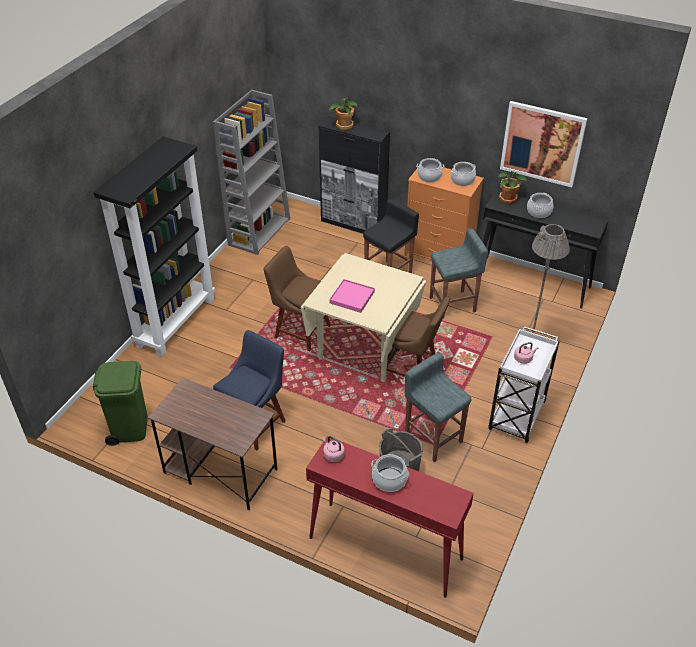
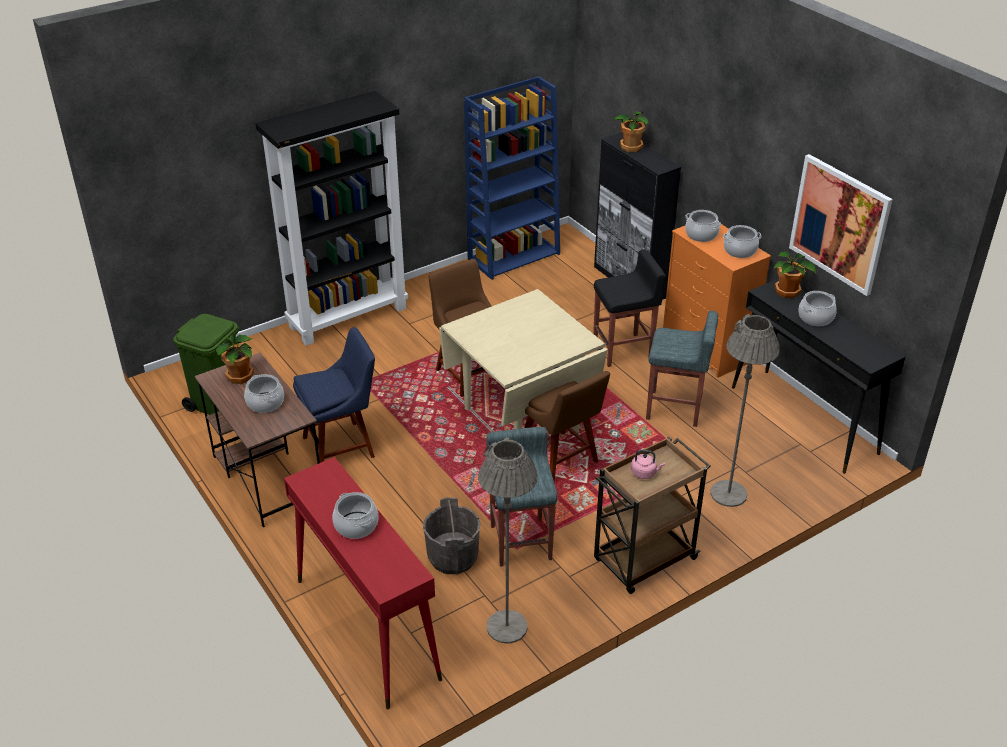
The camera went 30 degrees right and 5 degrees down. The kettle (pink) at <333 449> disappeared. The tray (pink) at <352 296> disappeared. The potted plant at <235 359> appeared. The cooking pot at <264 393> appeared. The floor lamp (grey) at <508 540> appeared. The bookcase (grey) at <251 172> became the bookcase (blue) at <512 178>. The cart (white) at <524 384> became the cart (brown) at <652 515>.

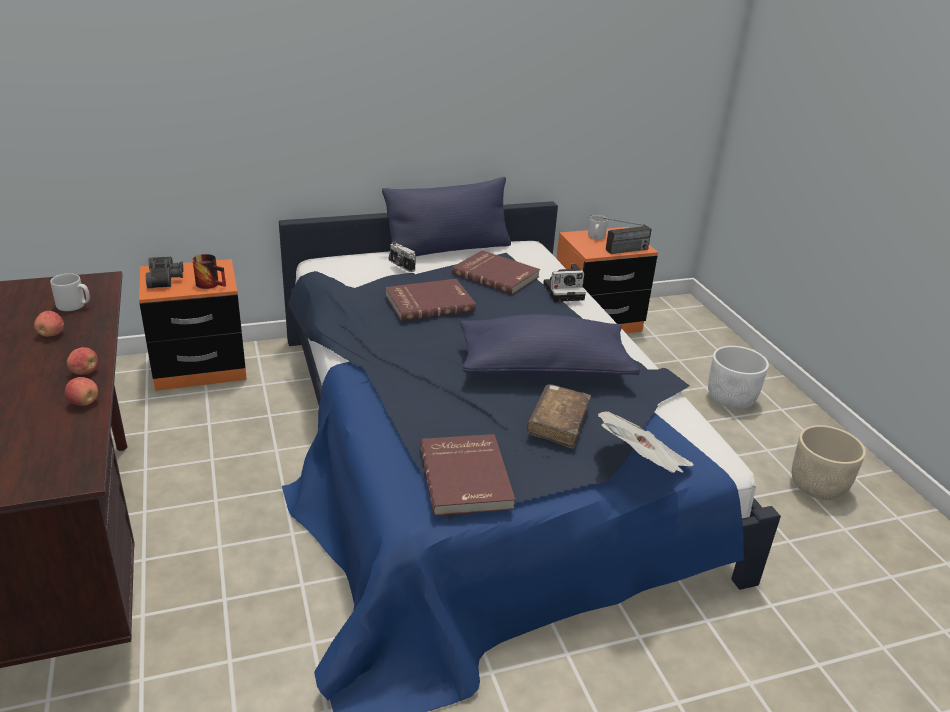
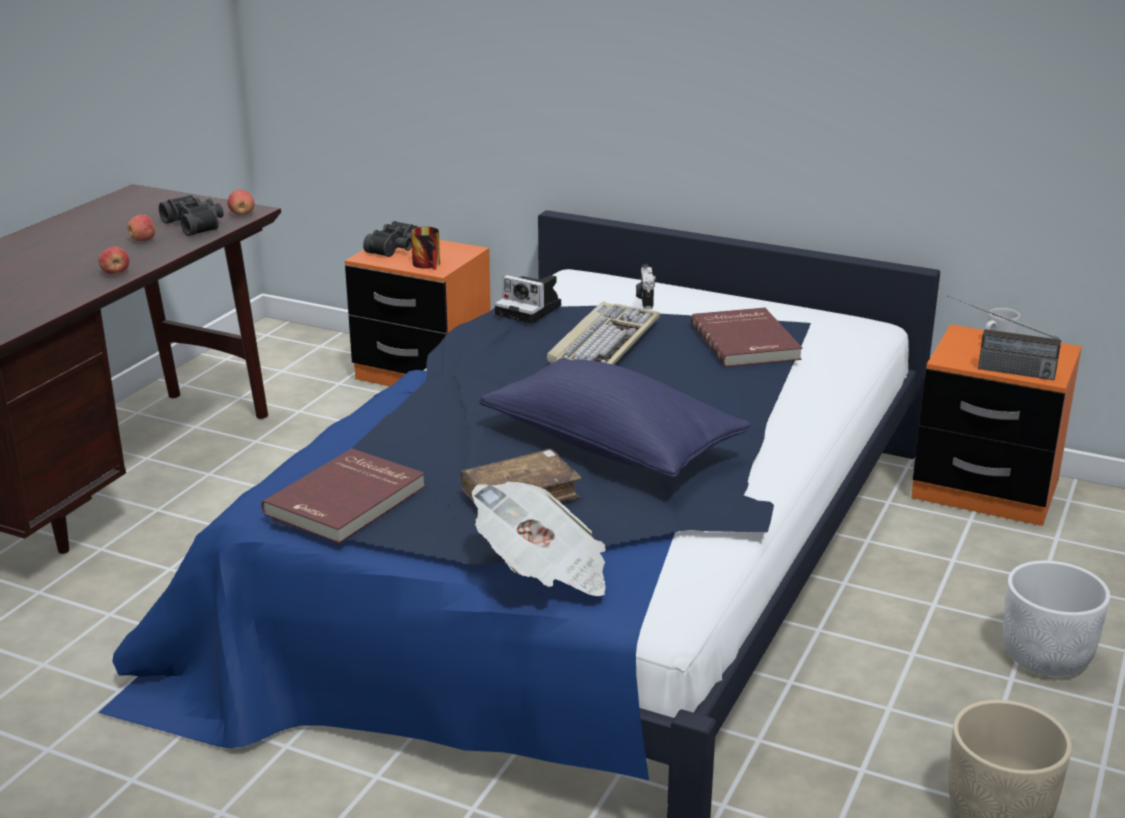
The camera went 45 degrees right and 5 degrees down. The pillow (blue) at <446 219> disappeared. The apple moved from <81 391> to <241 202>. The photo camera moved from <564 282> to <528 299>. The mug (grey) at <70 292> was replaced by the binoculars (black) at <191 215>. The book (red) at <430 300> was replaced by the keyboard at <603 333>.

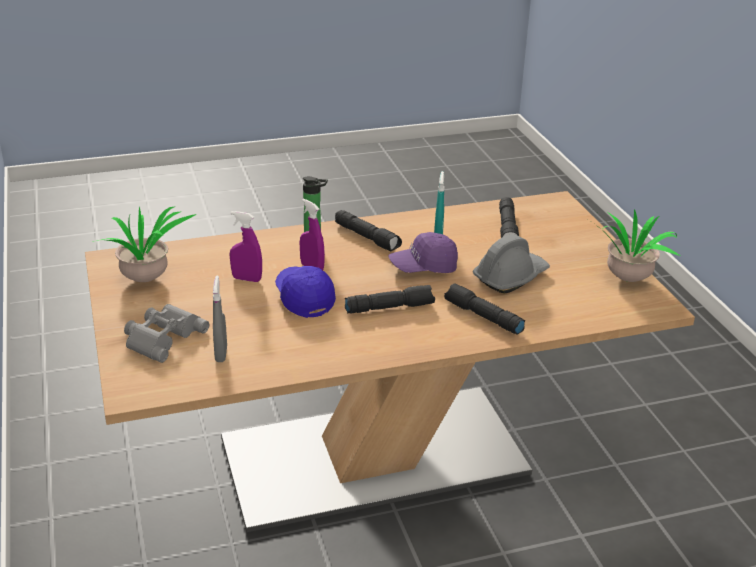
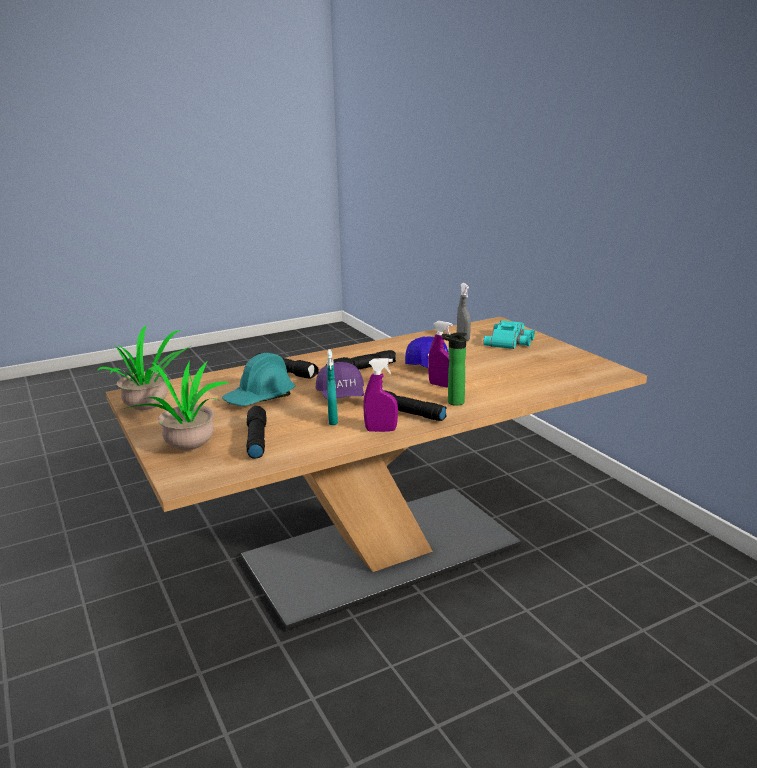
The camera went 170 degrees right and 10 degrees down. The potted plant moved from <144 244> to <176 405>. The spray bottle (purple) moved from <246 246> to <381 395>. The binoculars (grey) at <166 333> became the binoculars (turquoise) at <509 334>. The hard hat (grey) at <511 264> became the hard hat (turquoise) at <258 379>. The cap (purple) at <423 252> turned 105 degrees clockwise.

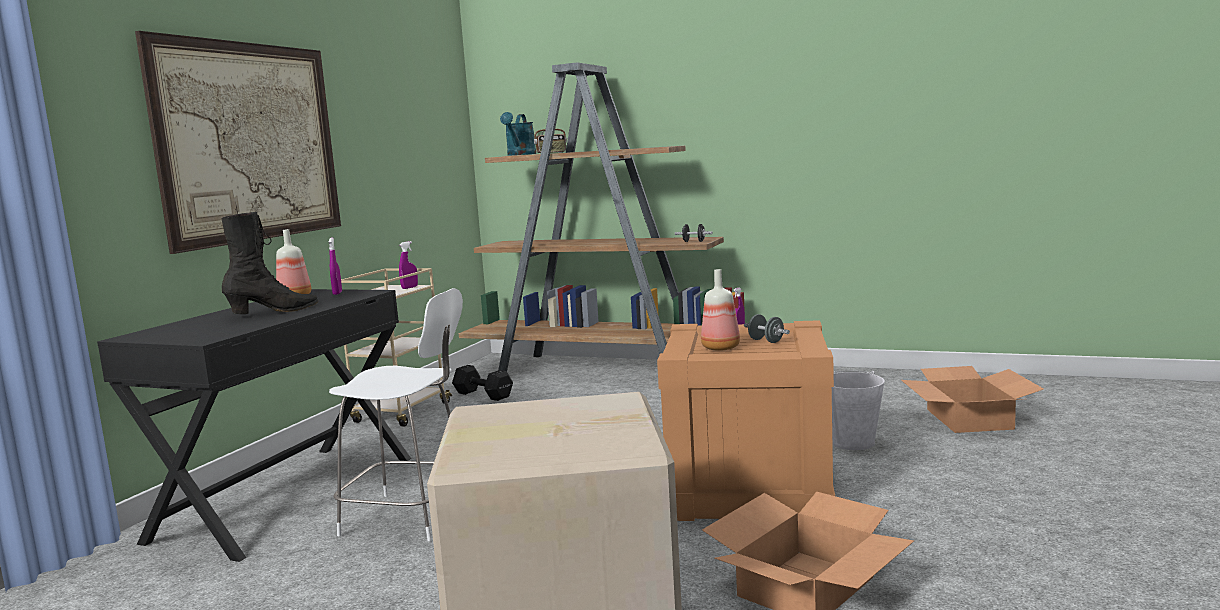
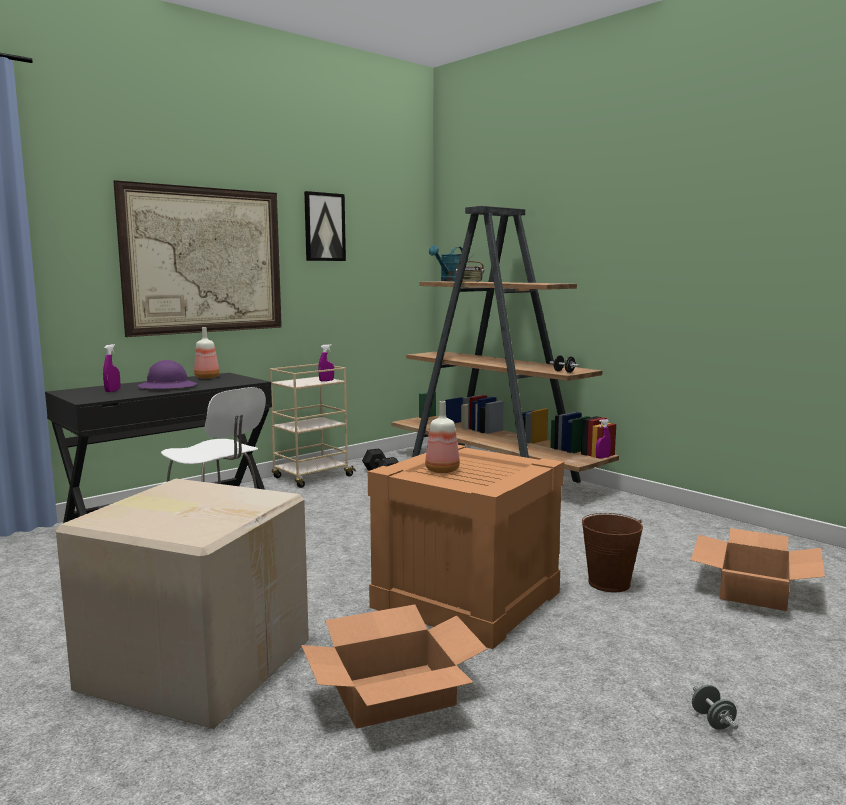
The camera went 25 degrees right and 0 degrees up. The picture at <325 226> appeared. The spray bottle (purple) moved from <335 266> to <111 368>. The dumbbell (grey) moved from <767 328> to <715 707>. The boot (black) at <270 263> was replaced by the hard hat (purple) at <167 375>. The bucket (white) at <858 410> became the bucket (brown) at <612 552>.

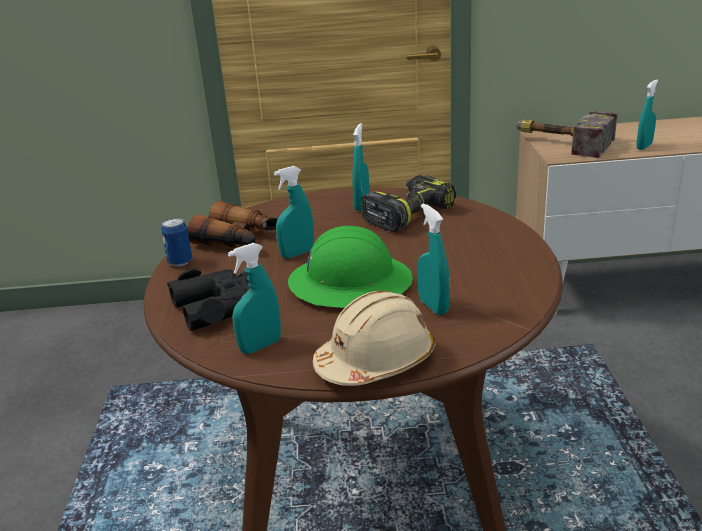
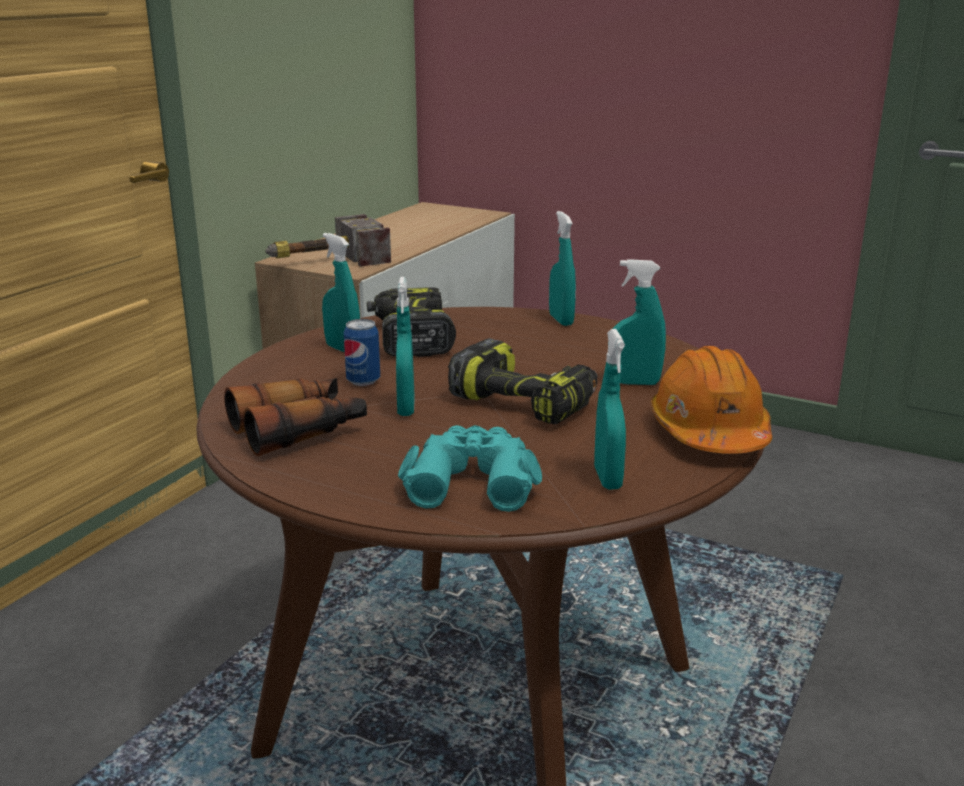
The camera went 60 degrees left and 5 degrees down. The can moved from <176 242> to <362 352>. The spray bottle (turquoise) moved from <647 114> to <562 268>. The hard hat (green) at <350 267> was replaced by the power drill at <523 381>. The binoculars (black) at <208 300> became the binoculars (turquoise) at <470 468>. The hard hat (beige) at <374 338> became the hard hat (orange) at <711 400>.

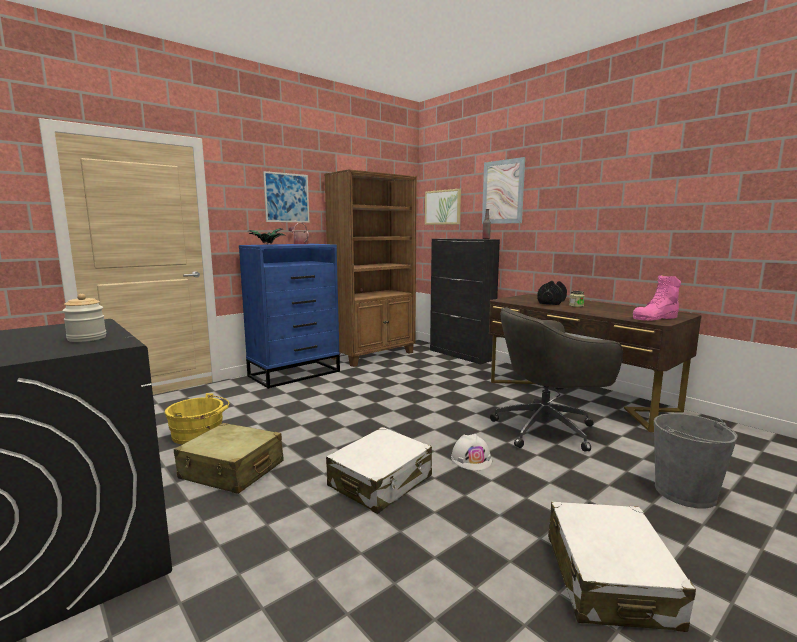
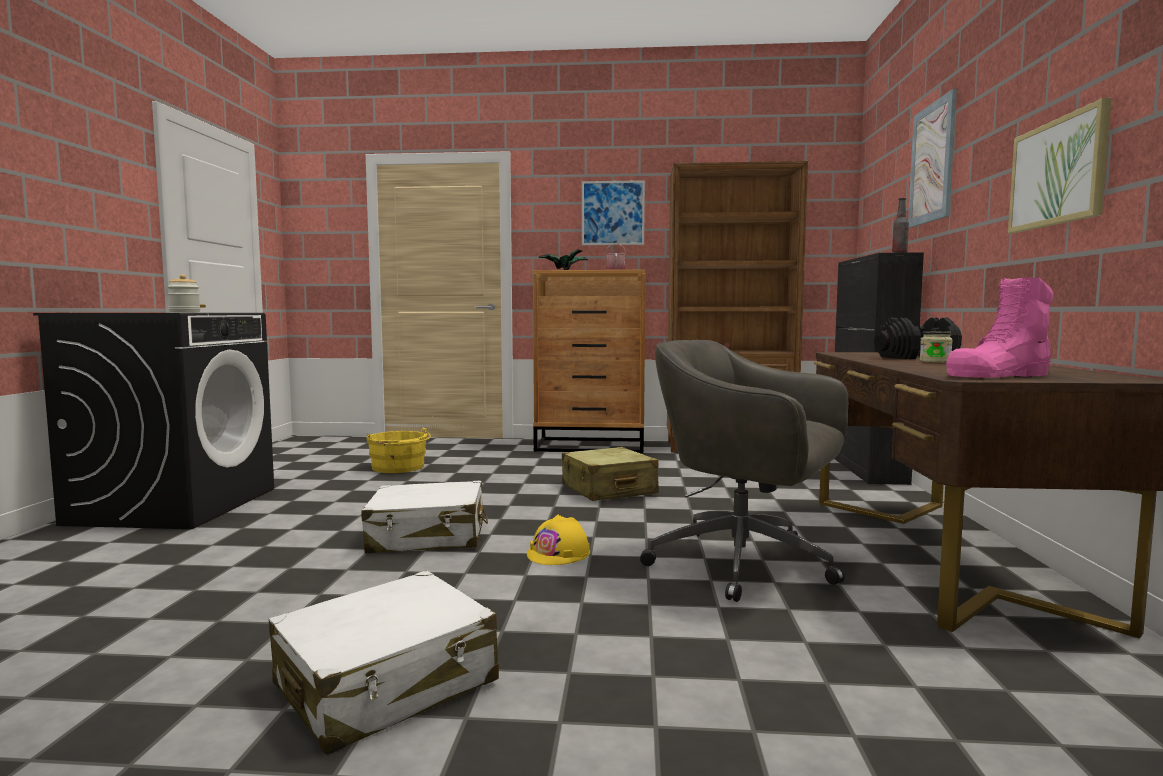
The camera went 45 degrees right and 5 degrees down. The bucket (grey) at <695 461> disappeared. The suitcase (beige) moved from <229 458> to <610 474>. The picture moved from <443 207> to <1060 165>. The dresser (blue) at <289 316> became the dresser (brown) at <589 361>. The hard hat (white) at <471 452> became the hard hat (yellow) at <558 540>. The boot (pink) at <657 298> turned 45 degrees counterclockwise.

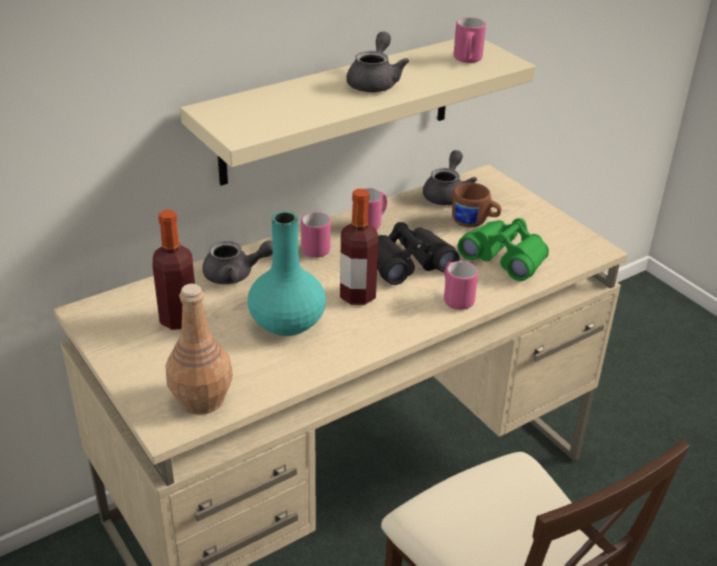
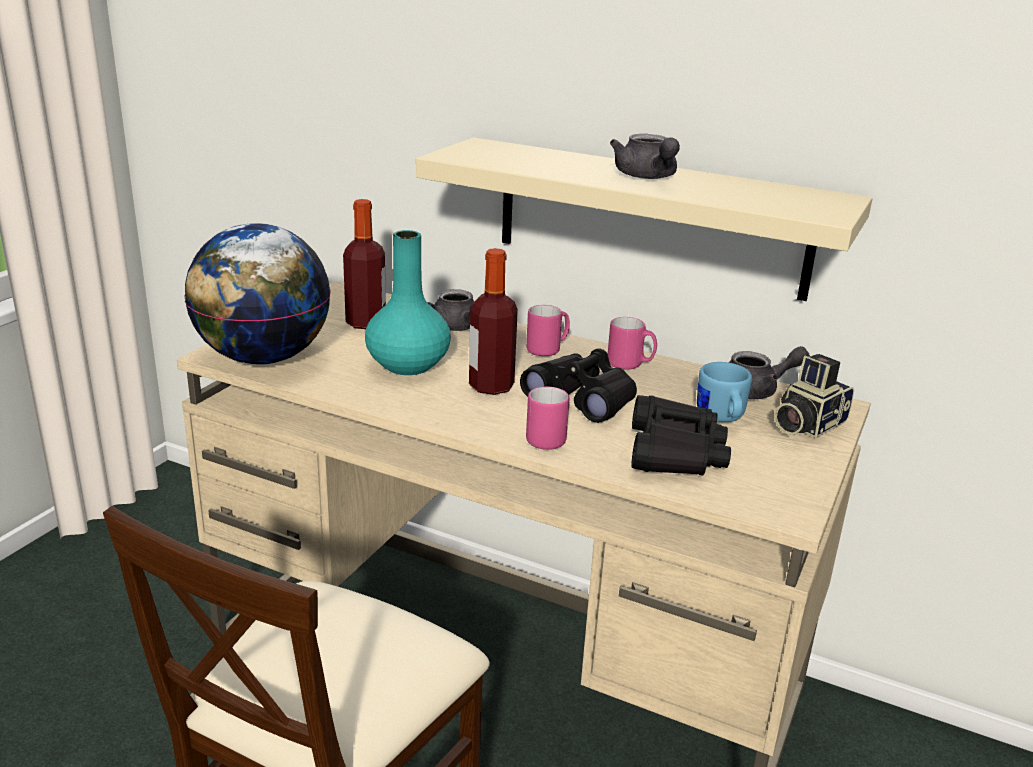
The camera went 60 degrees right and 10 degrees down. The mug (pink) at <470 40> disappeared. The photo camera at <814 396> appeared. The bottle (brown) at <199 349> was replaced by the globe at <258 293>. The mug (brown) at <476 205> became the mug (blue) at <724 392>. The binoculars (green) at <503 249> became the binoculars (black) at <681 435>. The teapot (grey) at <377 61> turned 90 degrees clockwise.

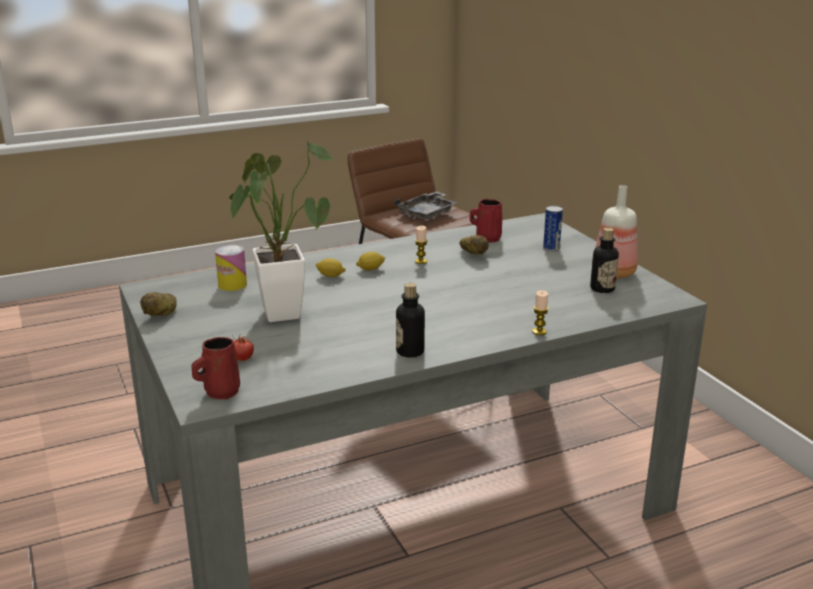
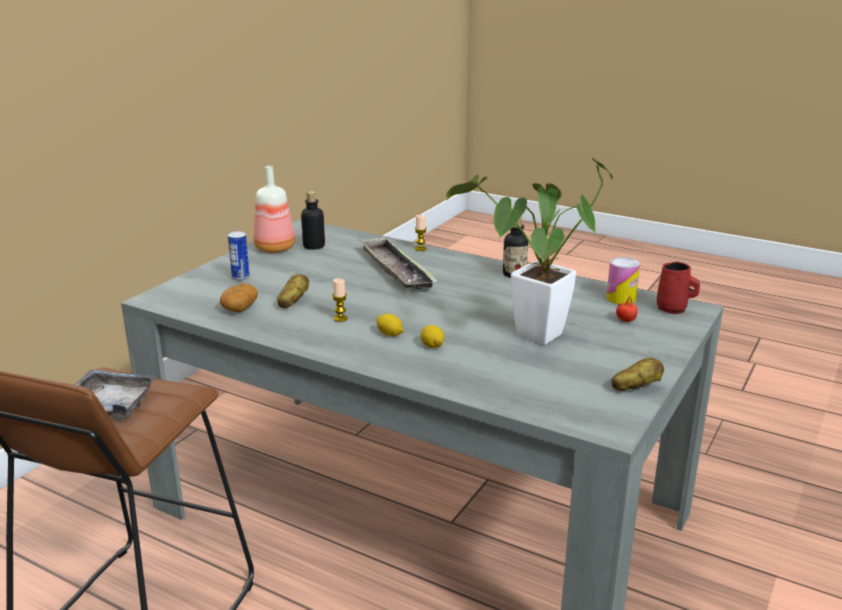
The camera went 125 degrees left and 0 degrees up. The tray at <398 263> appeared. The can moved from <231 268> to <623 280>. The mug (red) at <486 221> was replaced by the potato at <239 297>.

